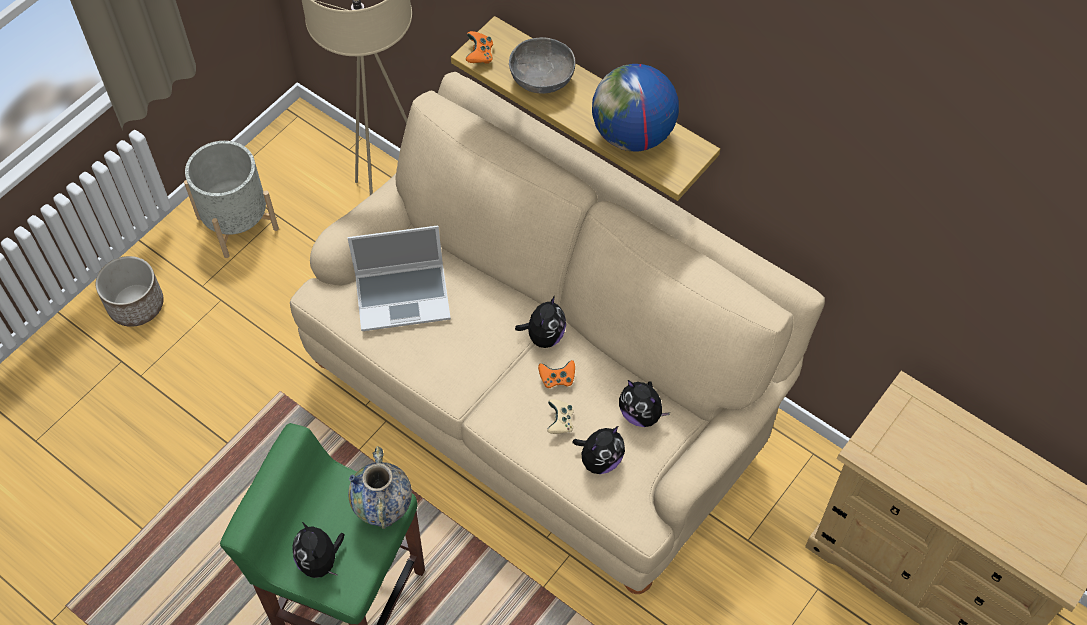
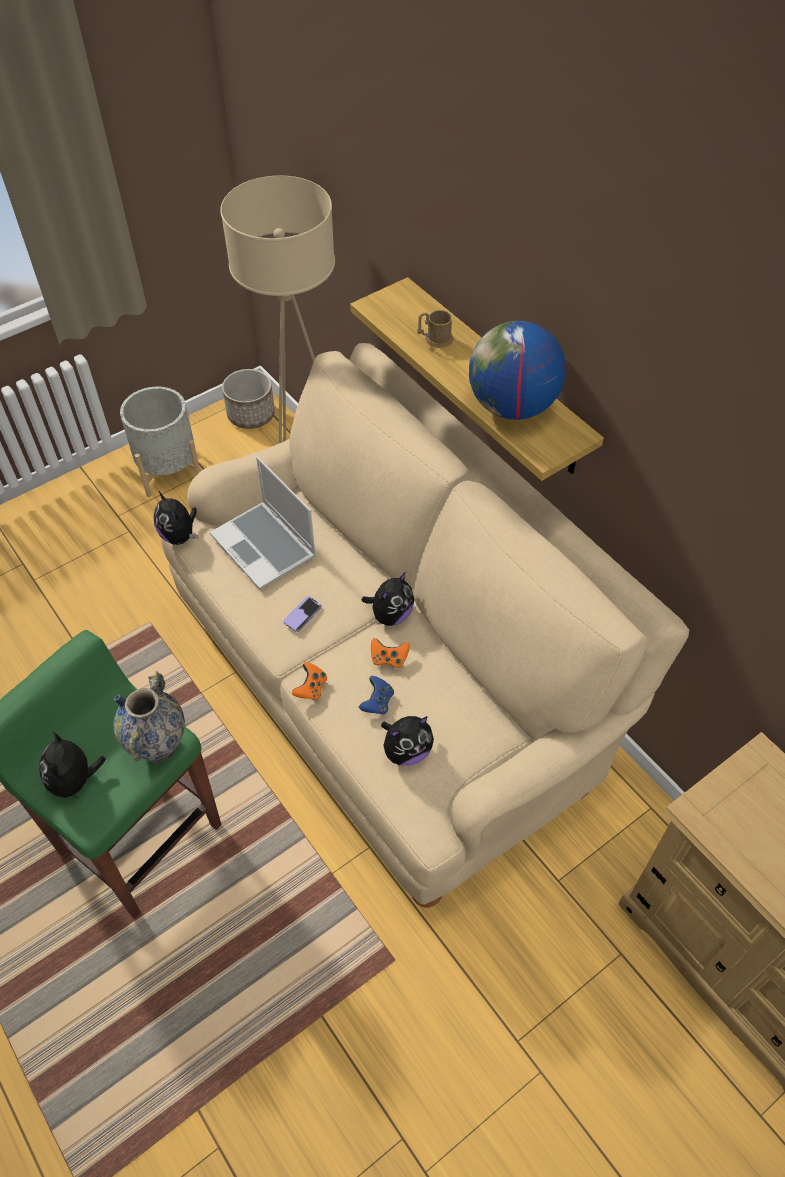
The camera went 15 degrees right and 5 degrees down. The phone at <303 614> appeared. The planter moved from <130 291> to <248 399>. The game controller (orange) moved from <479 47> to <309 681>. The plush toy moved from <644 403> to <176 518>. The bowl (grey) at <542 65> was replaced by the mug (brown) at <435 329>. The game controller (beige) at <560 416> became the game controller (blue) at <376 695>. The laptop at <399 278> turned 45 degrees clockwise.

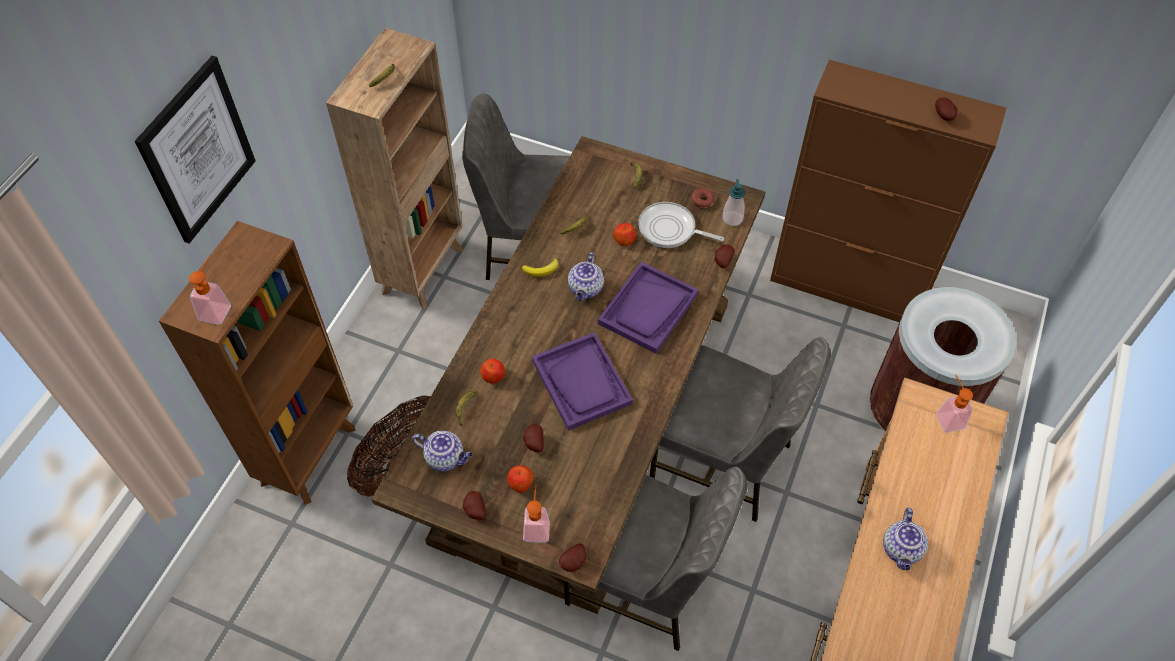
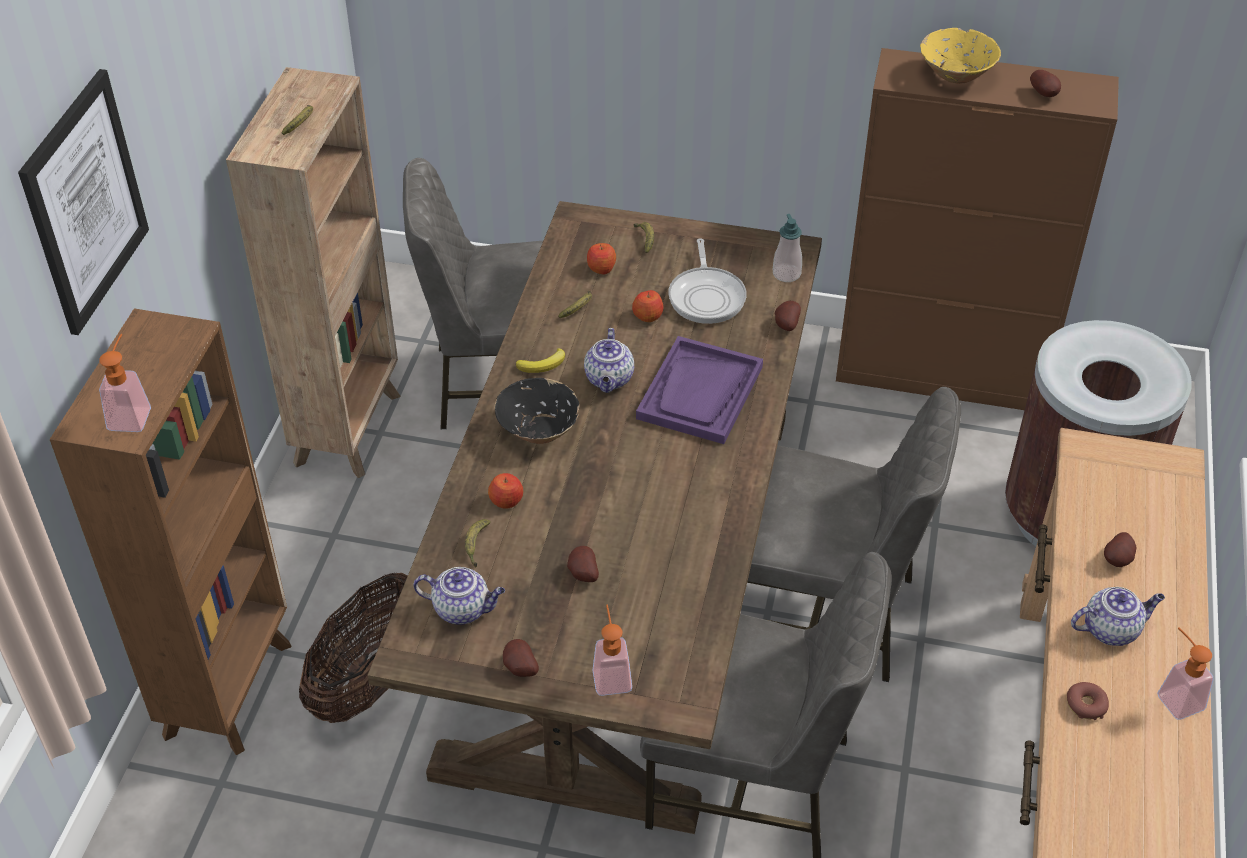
The camera went 10 degrees left and 10 degrees down. The tray (purple) at <582 381> disappeared. The bowl (black) at <536 411> appeared. The bowl (yellow) at <960 56> appeared. The apple moved from <520 479> to <601 258>. The potato moved from <572 558> to <1120 549>. The donut moved from <703 198> to <1088 701>. The soap dispenser moved from <954 404> to <1185 673>. The frying pan at <681 225> turned 105 degrees counterclockwise. The teapot at <905 539> turned 105 degrees counterclockwise.

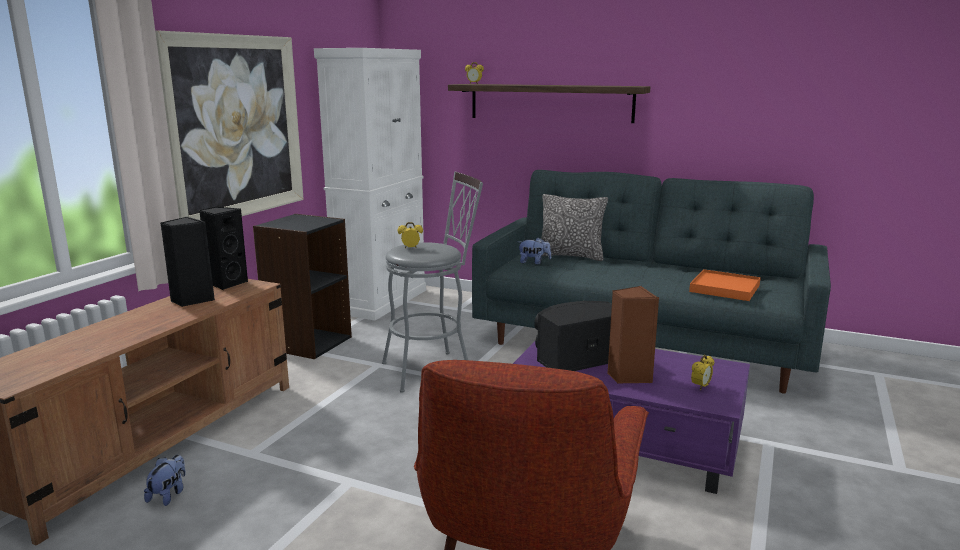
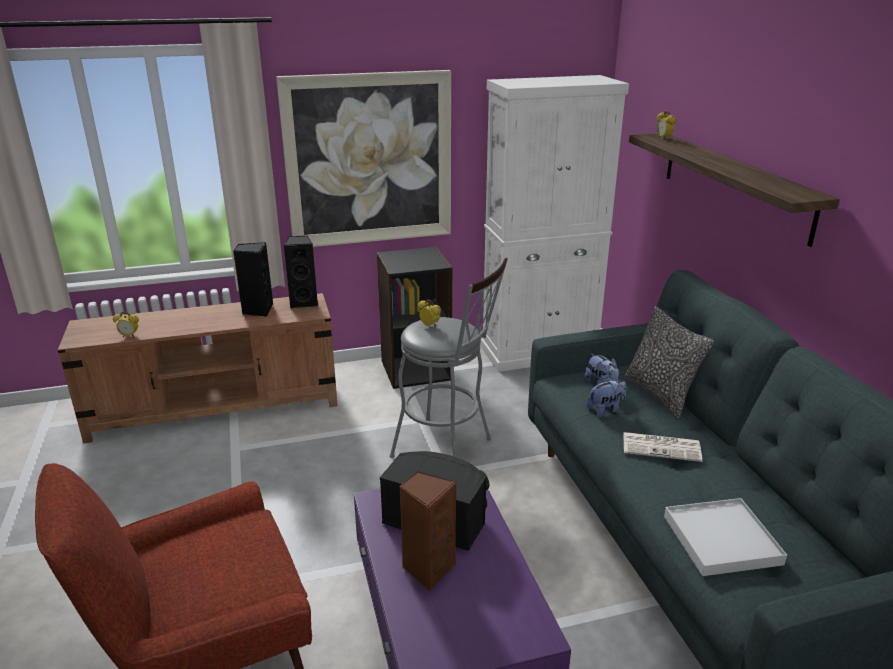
The camera went 50 degrees right and 10 degrees up. The newspaper at <662 447> appeared. The plush toy moved from <165 480> to <607 397>. The alarm clock moved from <702 372> to <126 324>. The tray (orange) at <725 285> became the tray (white) at <725 537>.

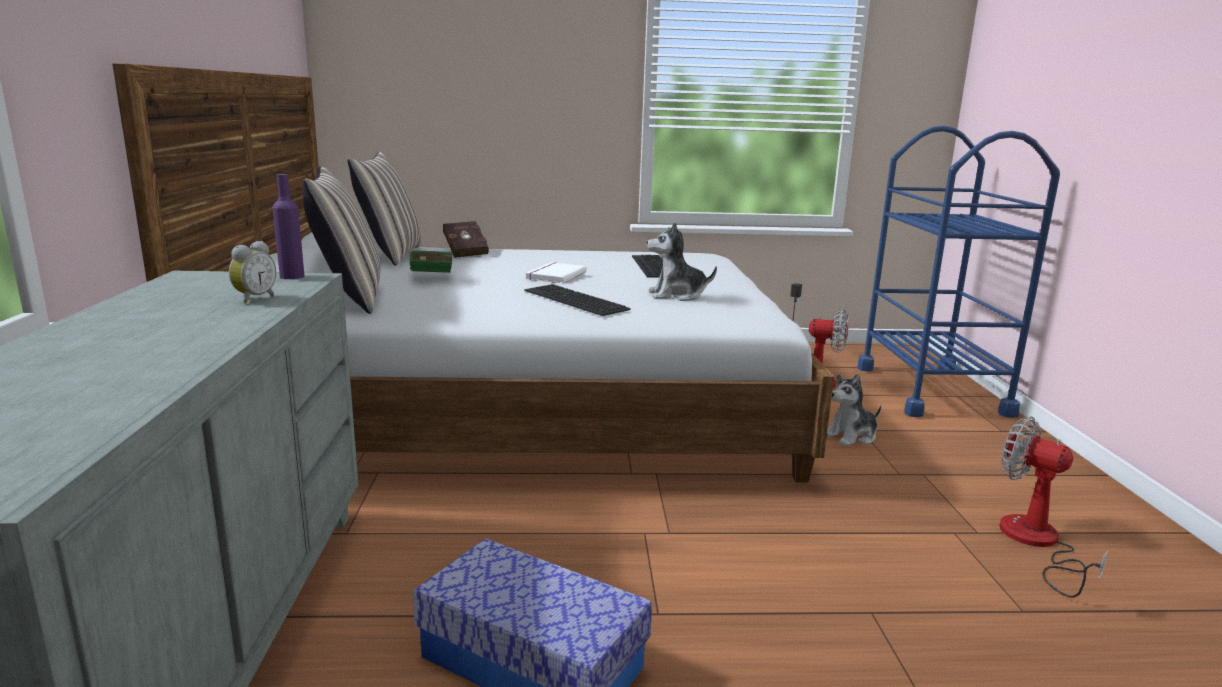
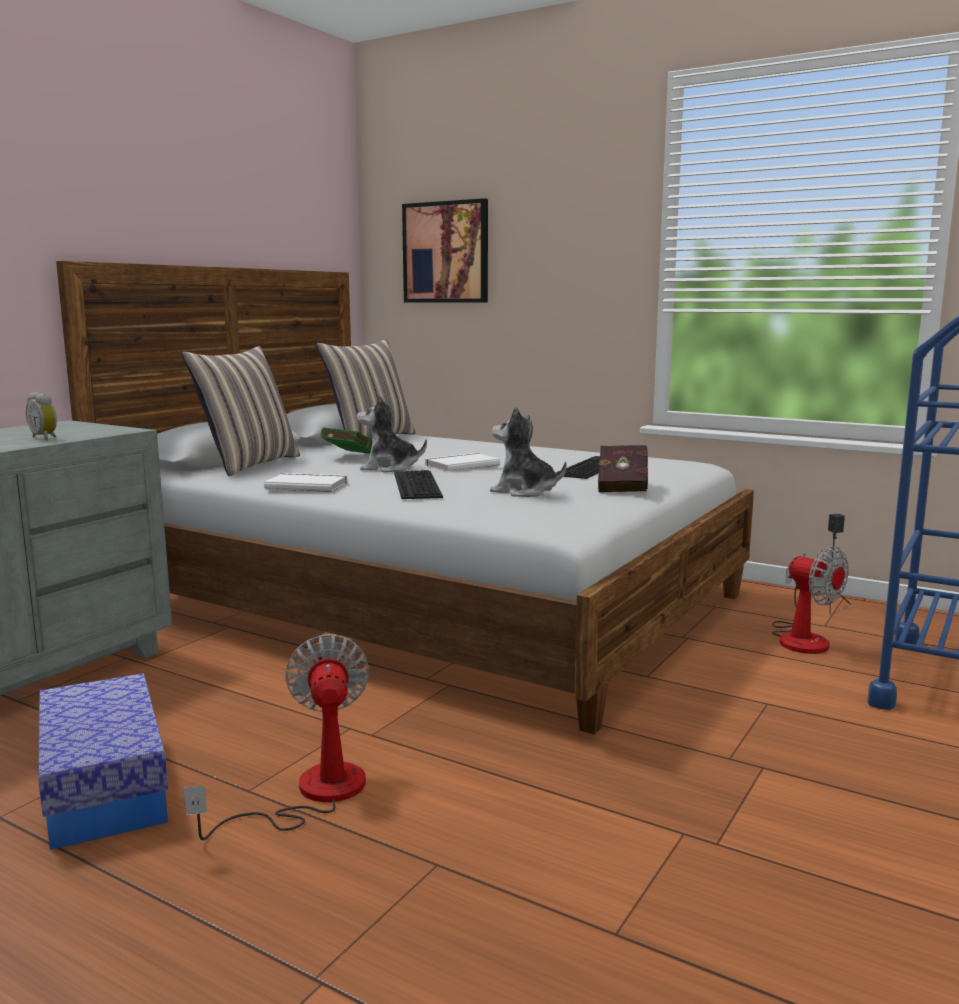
The camera went 35 degrees right and 5 degrees down. The bottle (purple) at <288 226> disappeared. The book (white) at <306 482> appeared. The picture at <445 250> appeared. The book (red) moved from <466 239> to <623 468>. The plush toy moved from <854 410> to <392 433>. The fan moved from <1053 507> to <277 737>. The alarm clock at <252 272> turned 75 degrees clockwise.

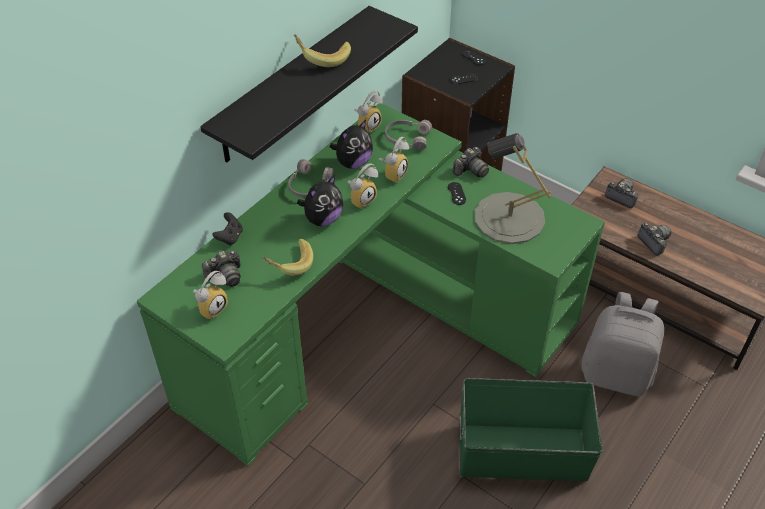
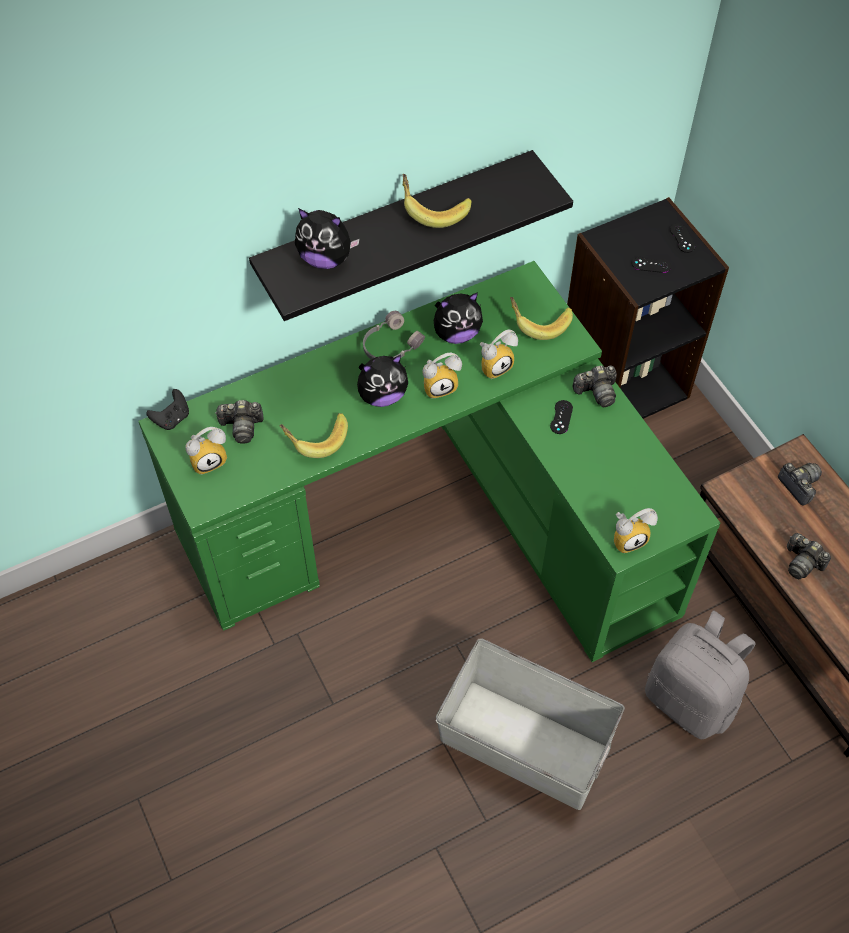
The camera went 25 degrees right and 10 degrees up. The table lamp (grey) at <512 188> disappeared. The plush toy at <327 238> appeared. The game controller (black) moved from <227 229> to <167 409>. The alarm clock moved from <368 111> to <636 530>. The headphones (grey) at <408 135> was replaced by the banana at <541 318>. The storage box (green) at <531 429> became the storage box (grey) at <530 724>. The photo camera at <654 239> turned 135 degrees clockwise.

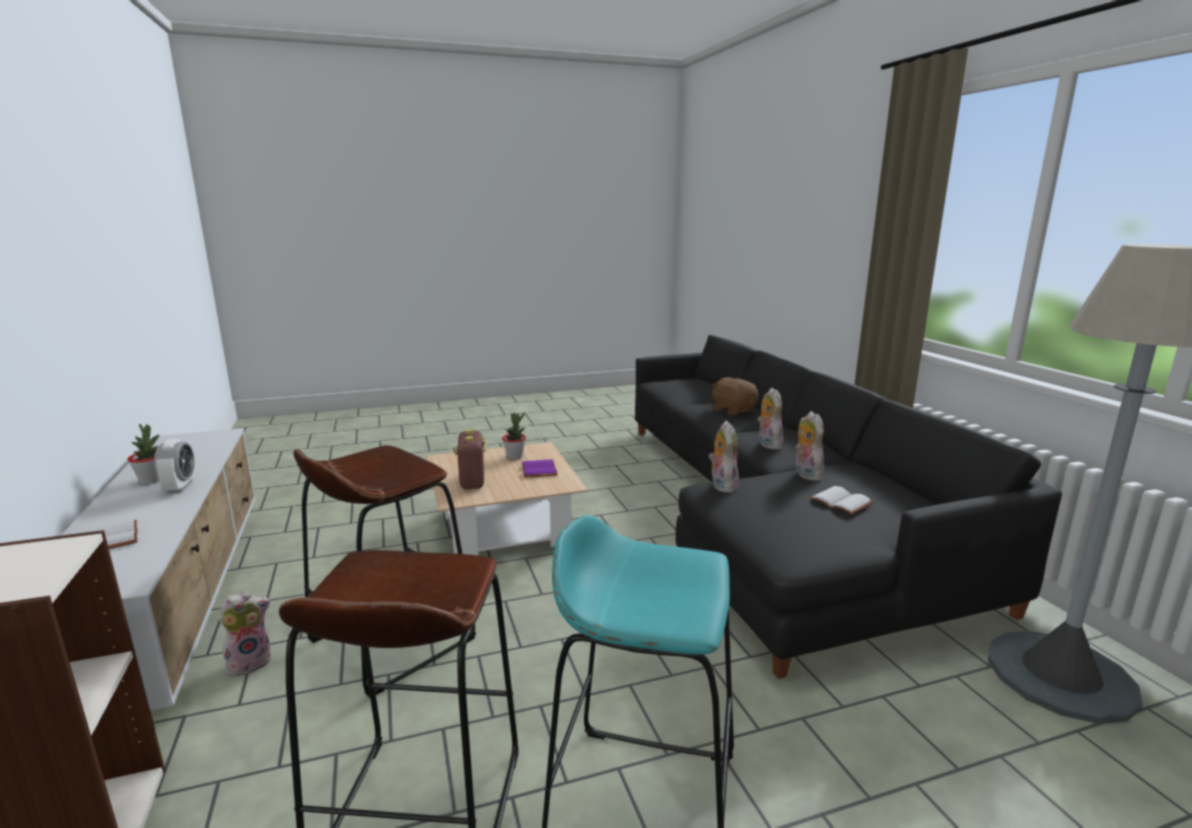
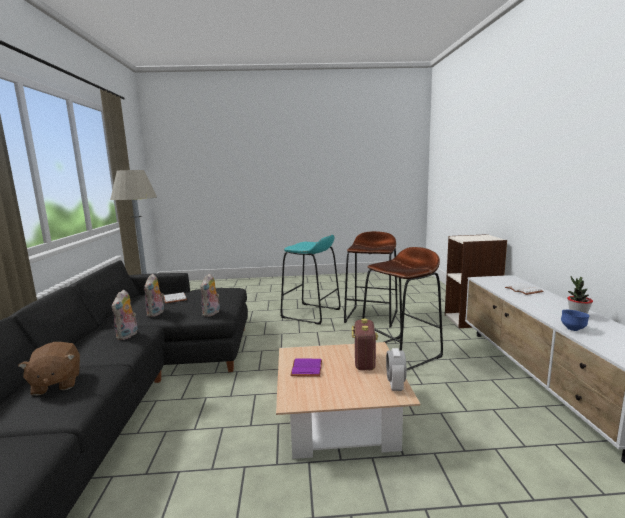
The camera went 165 degrees left and 5 degrees down. The plush toy at <244 634> disappeared. The potted plant at <514 435> disappeared. The bowl (blue) at <575 320> appeared. The alarm clock moved from <174 466> to <396 369>.

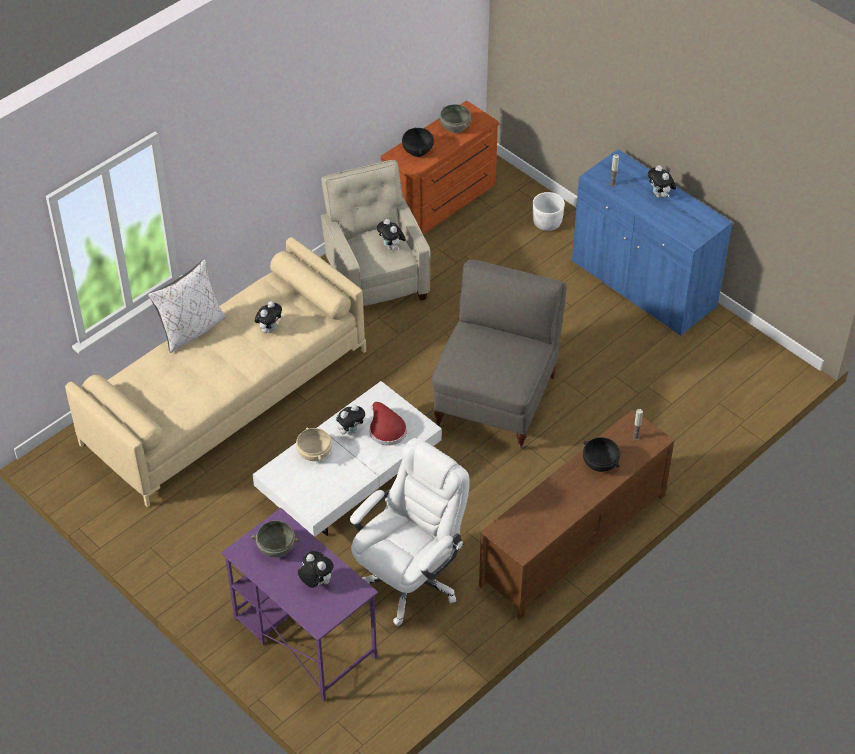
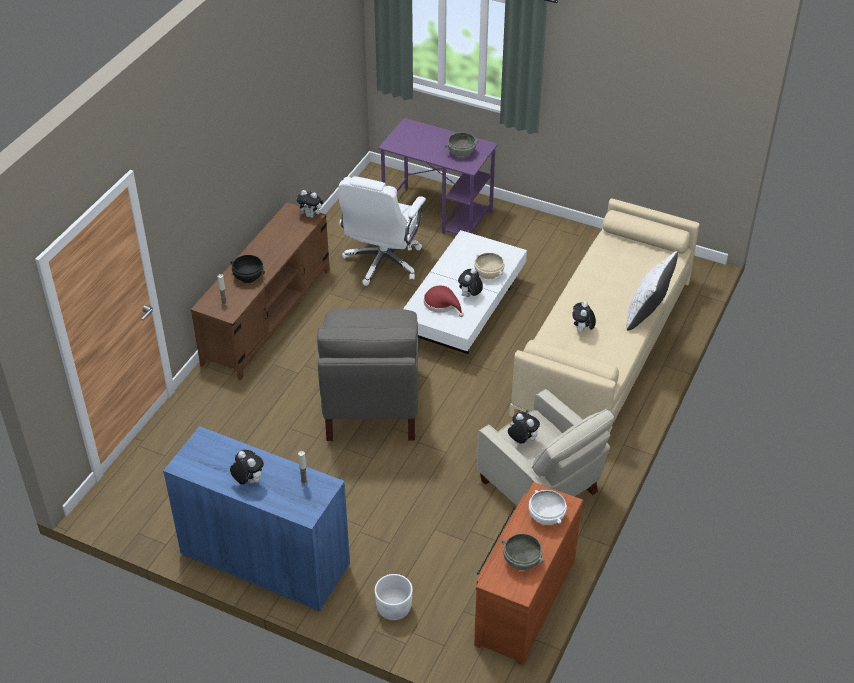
The camera went 160 degrees right and 5 degrees down. The plush toy moved from <316 569> to <310 204>. The bowl (black) at <418 142> became the bowl (white) at <548 507>.

